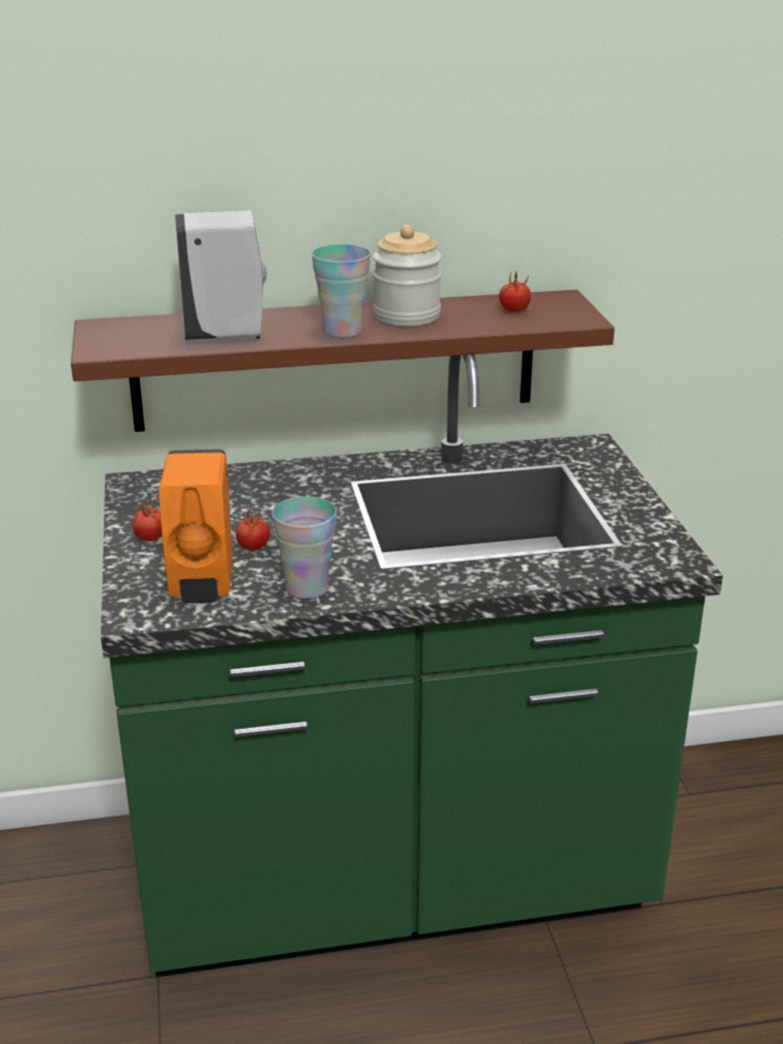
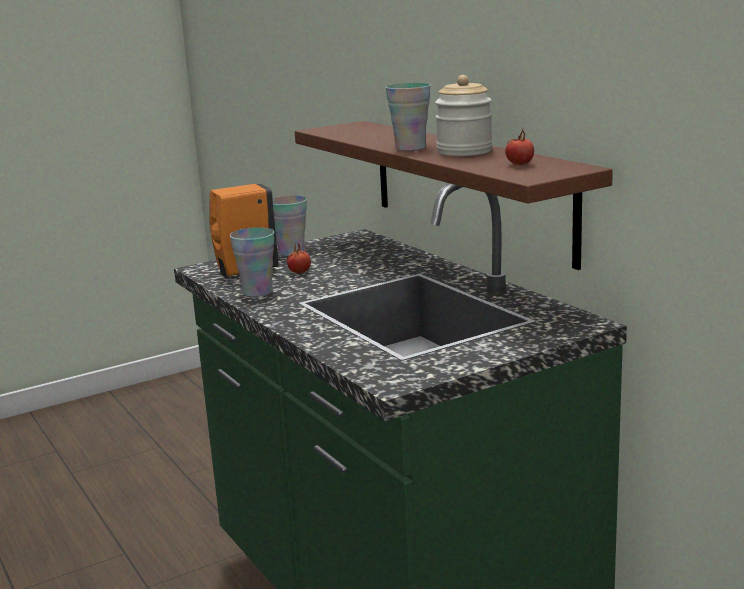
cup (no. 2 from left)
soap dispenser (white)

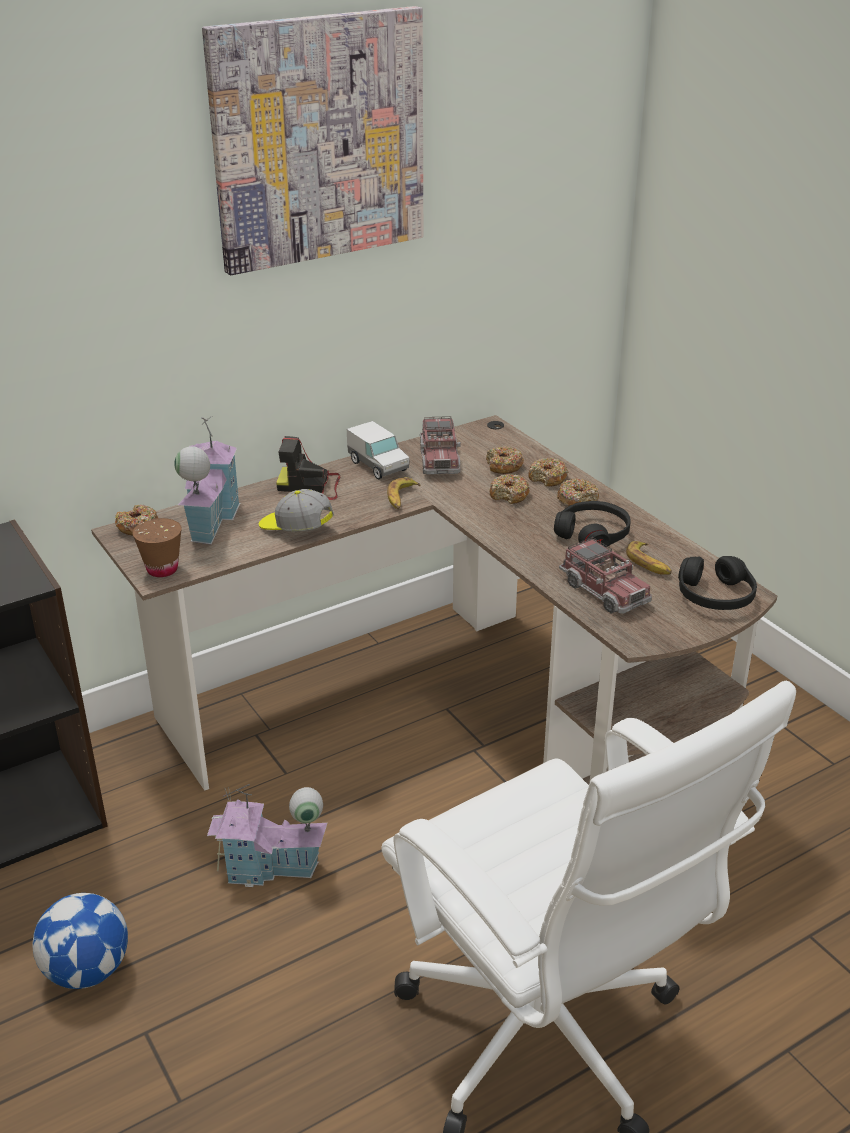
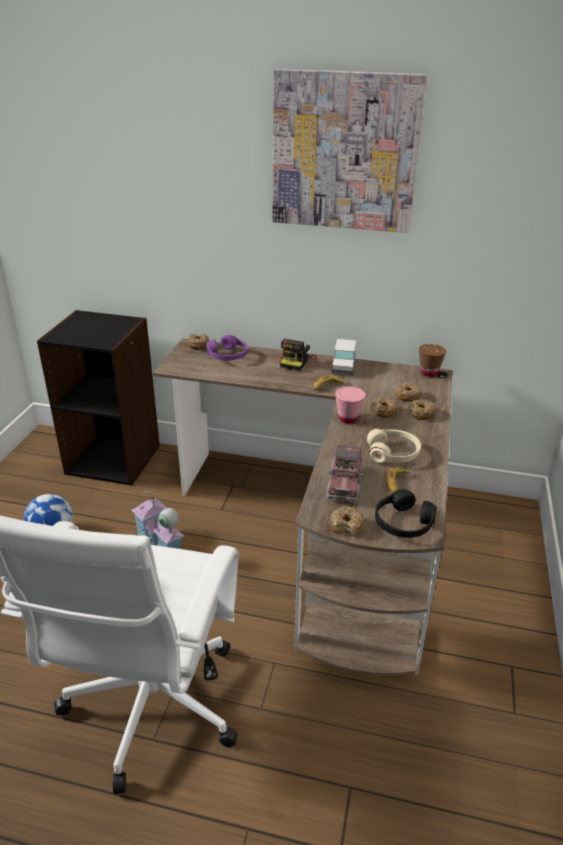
cup (brown)
headphones (purple)
cap
photo camera
toy truck (no. 2 from left in the first image)
headphones (beige)
donut (no. 2 from left)
cup (pink)

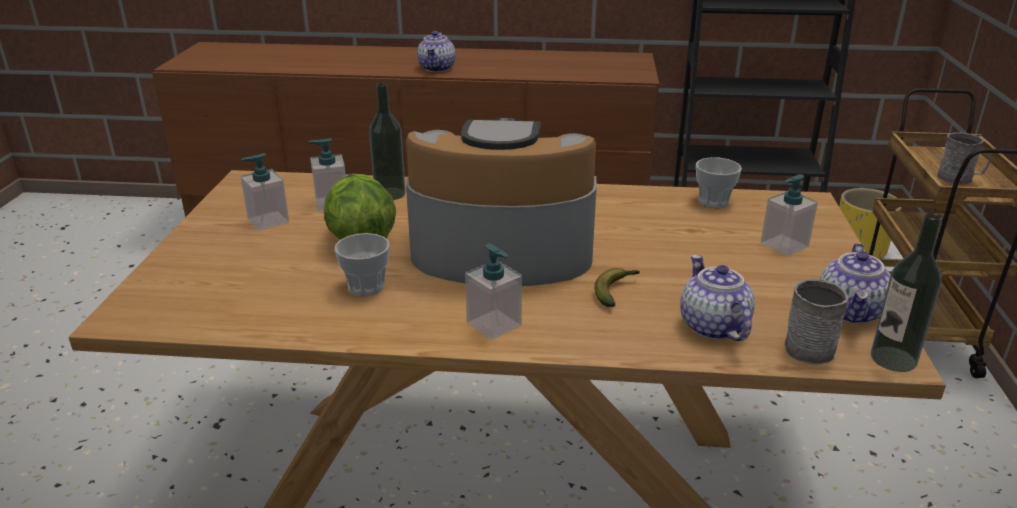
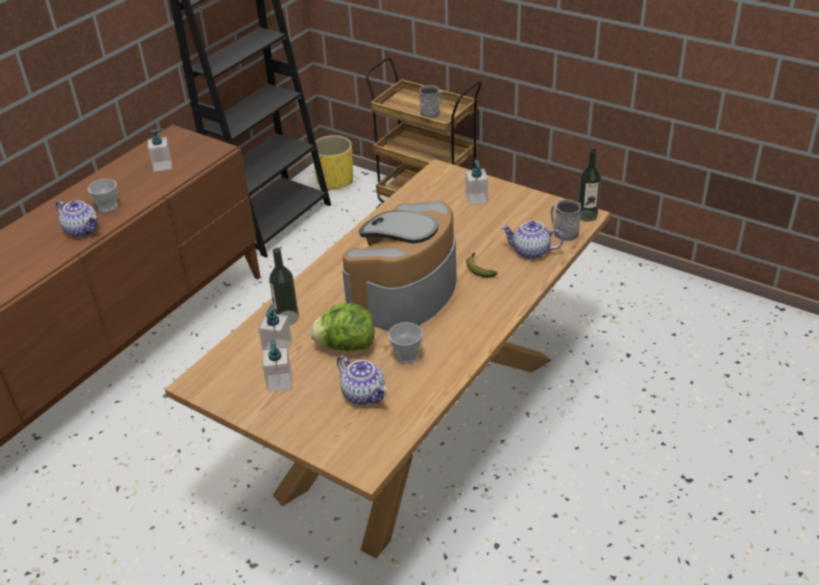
soap dispenser (no. 1 from left)
cup (no. 1 from left)
teapot (no. 2 from left)

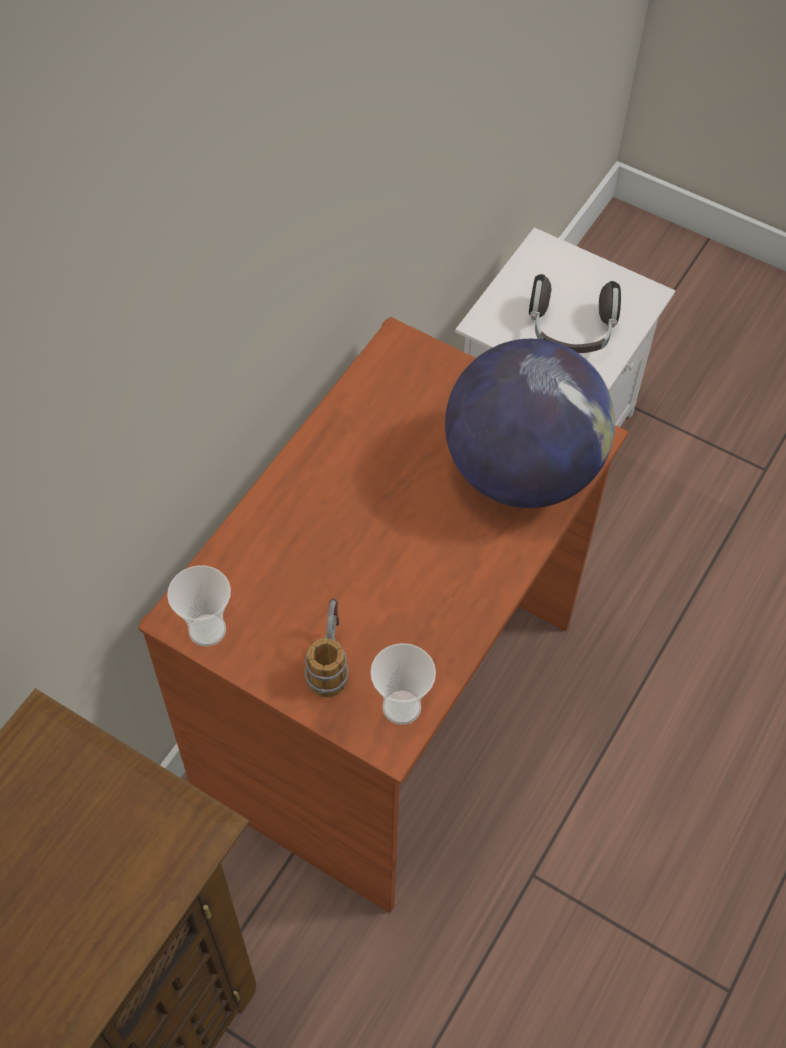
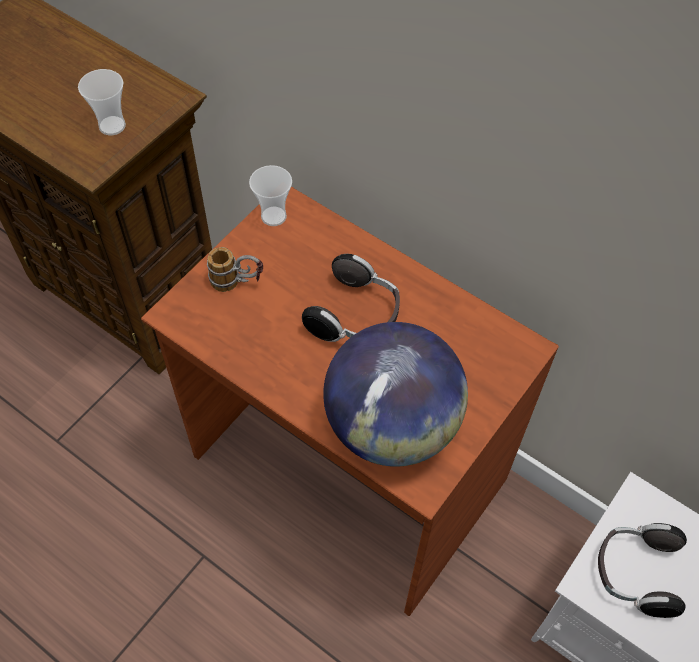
cup (no. 1 from left)
headphones (no. 1 from left)

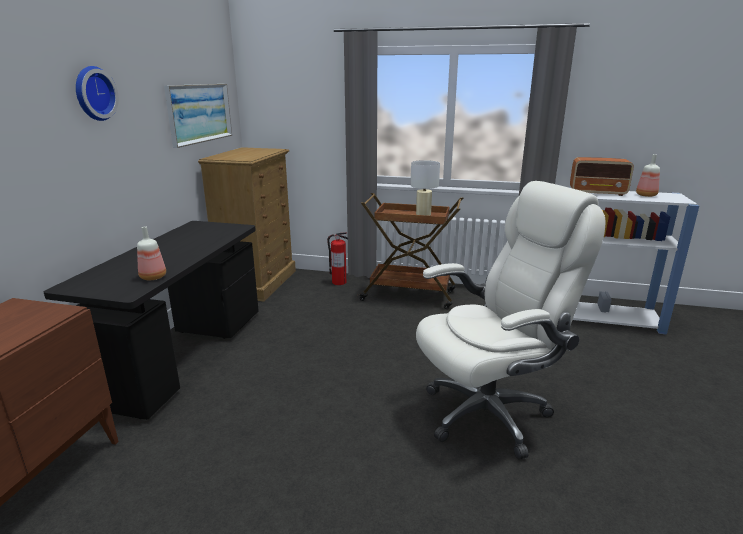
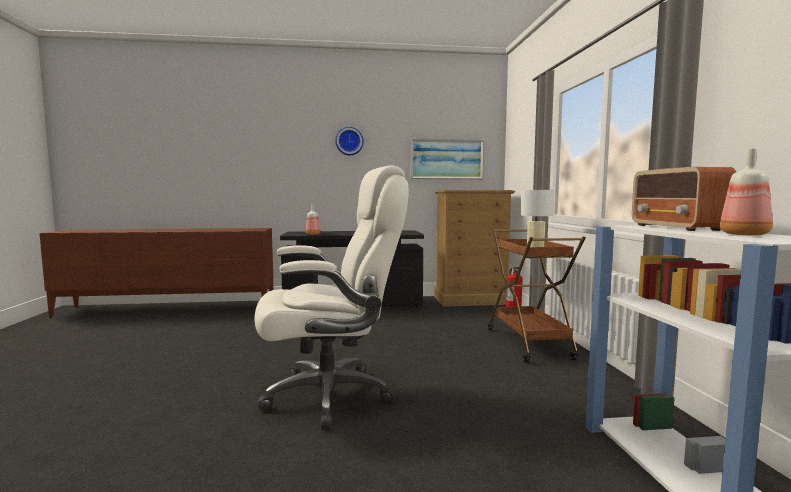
office chair (white)

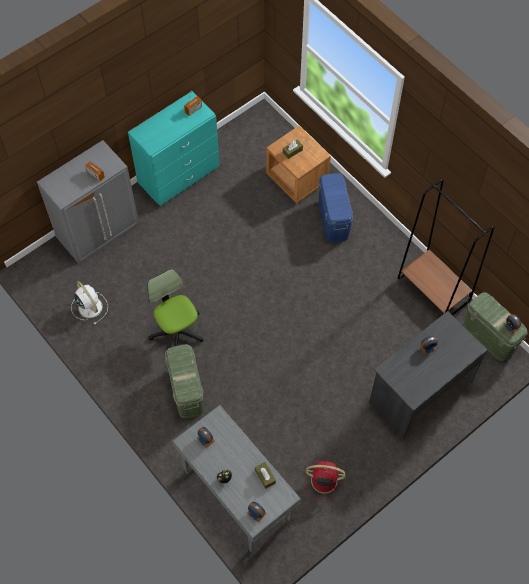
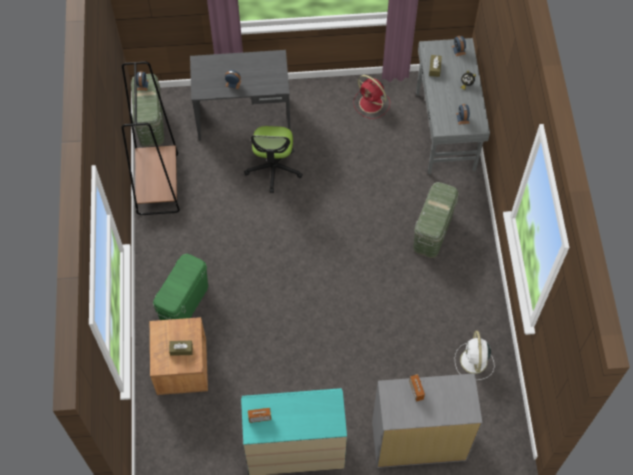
office chair
storage box (green) (no. 2 from left)

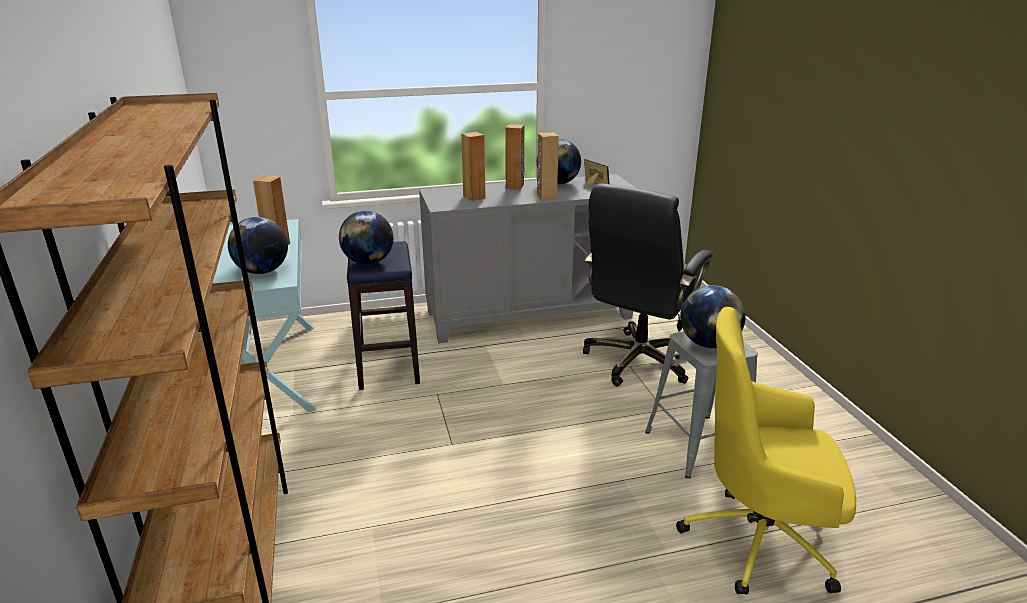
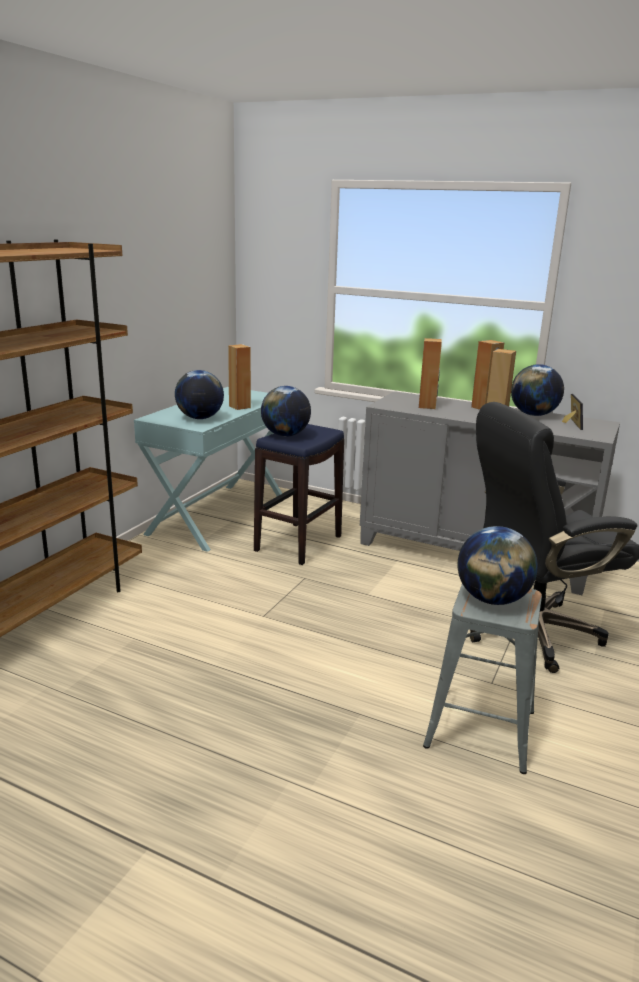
office chair (yellow)

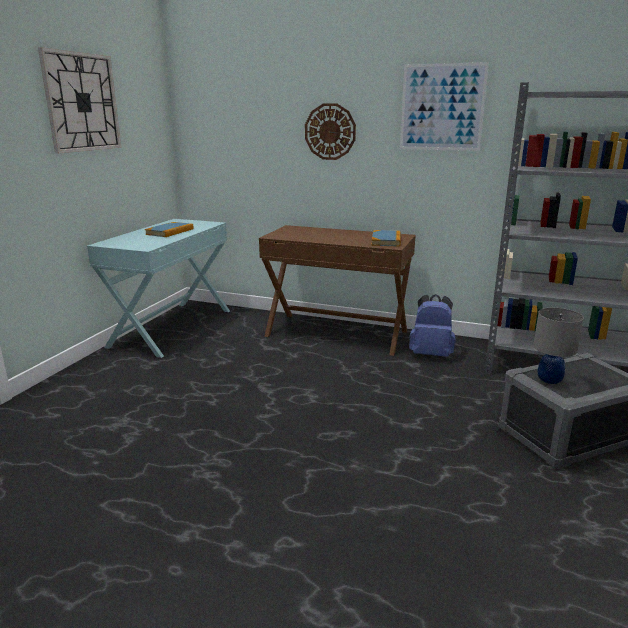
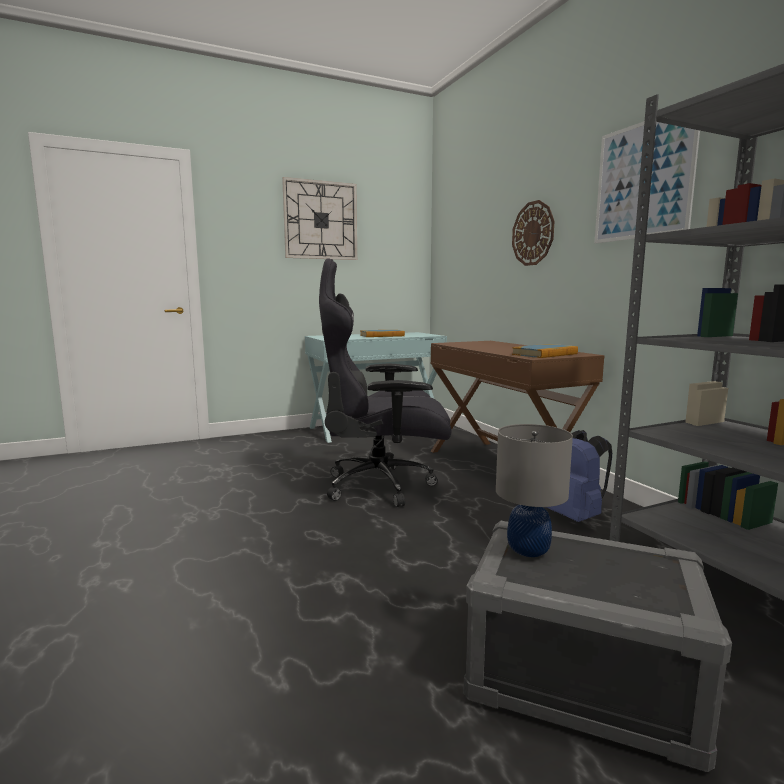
office chair (black)

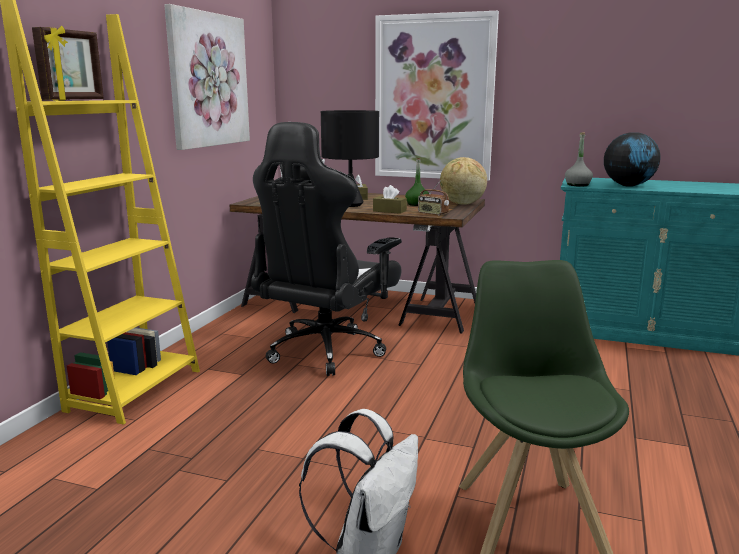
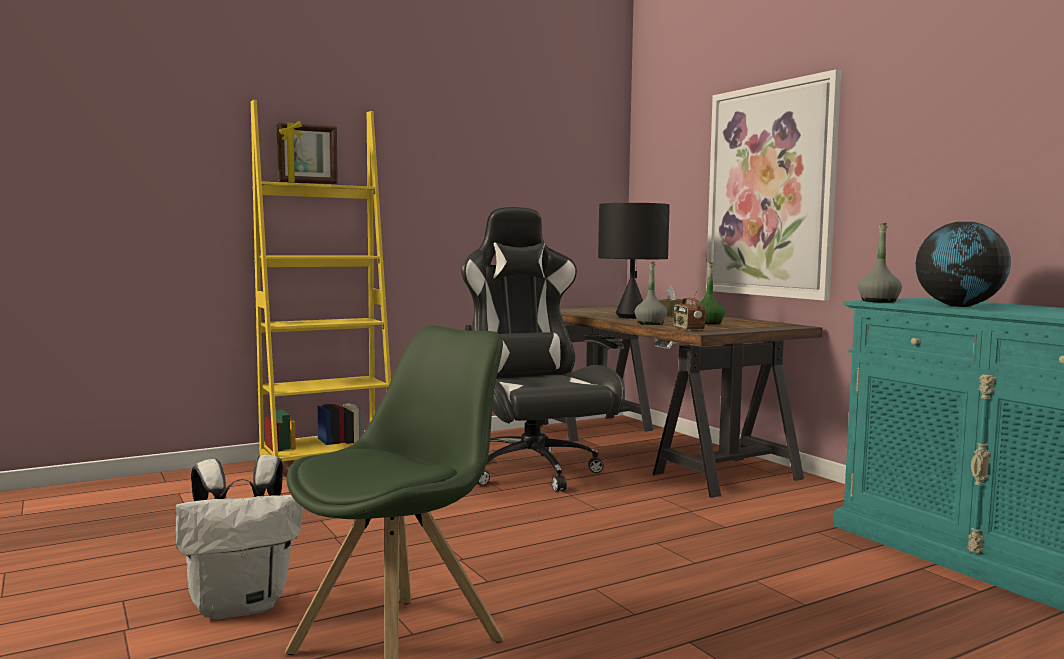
picture (no. 1 from left in the first image)
office chair (black)
bottle (grey) (no. 1 from left)
globe (no. 1 from left in the first image)

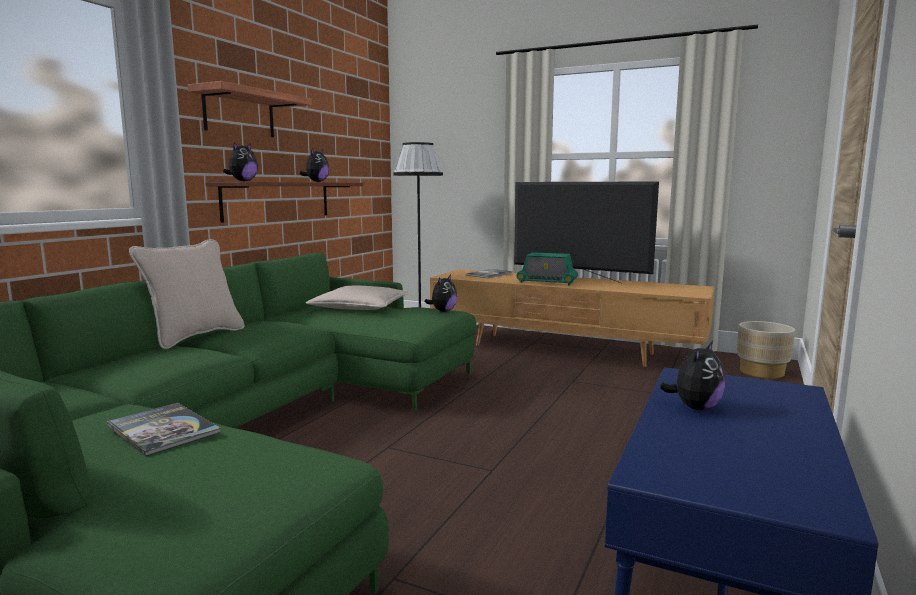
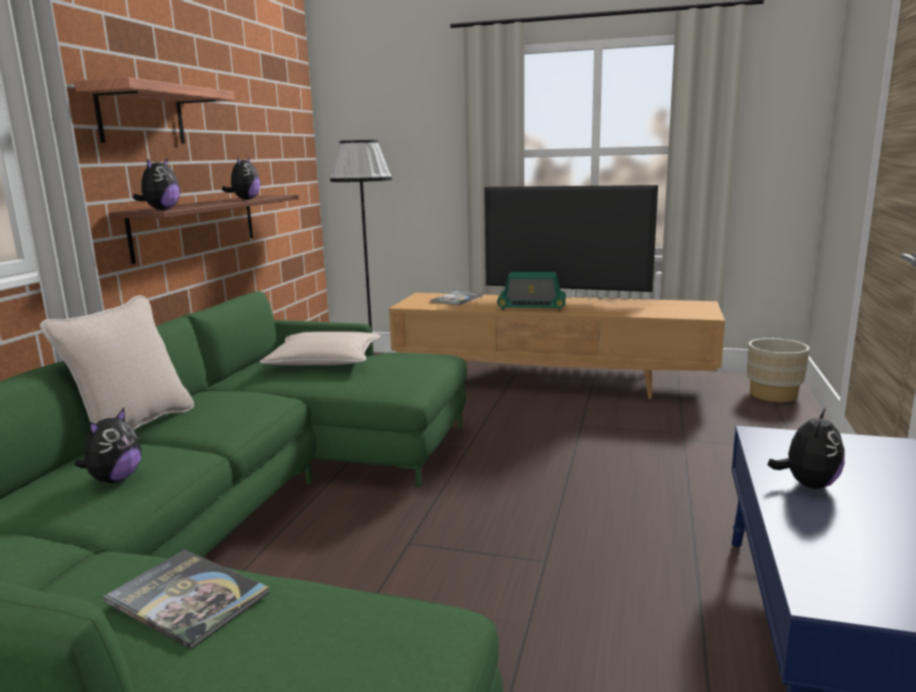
plush toy (no. 1 from left)

